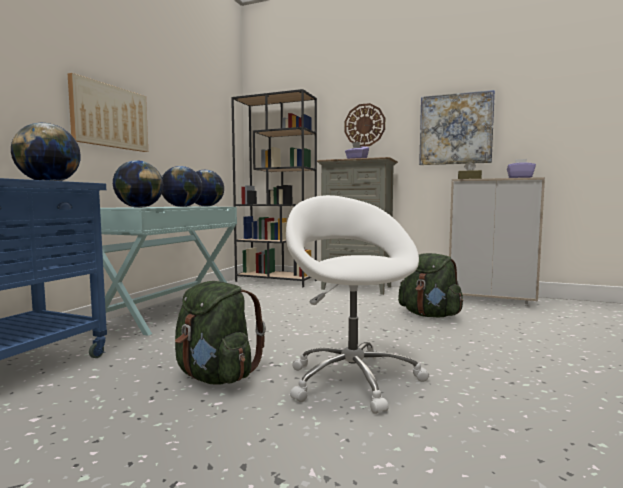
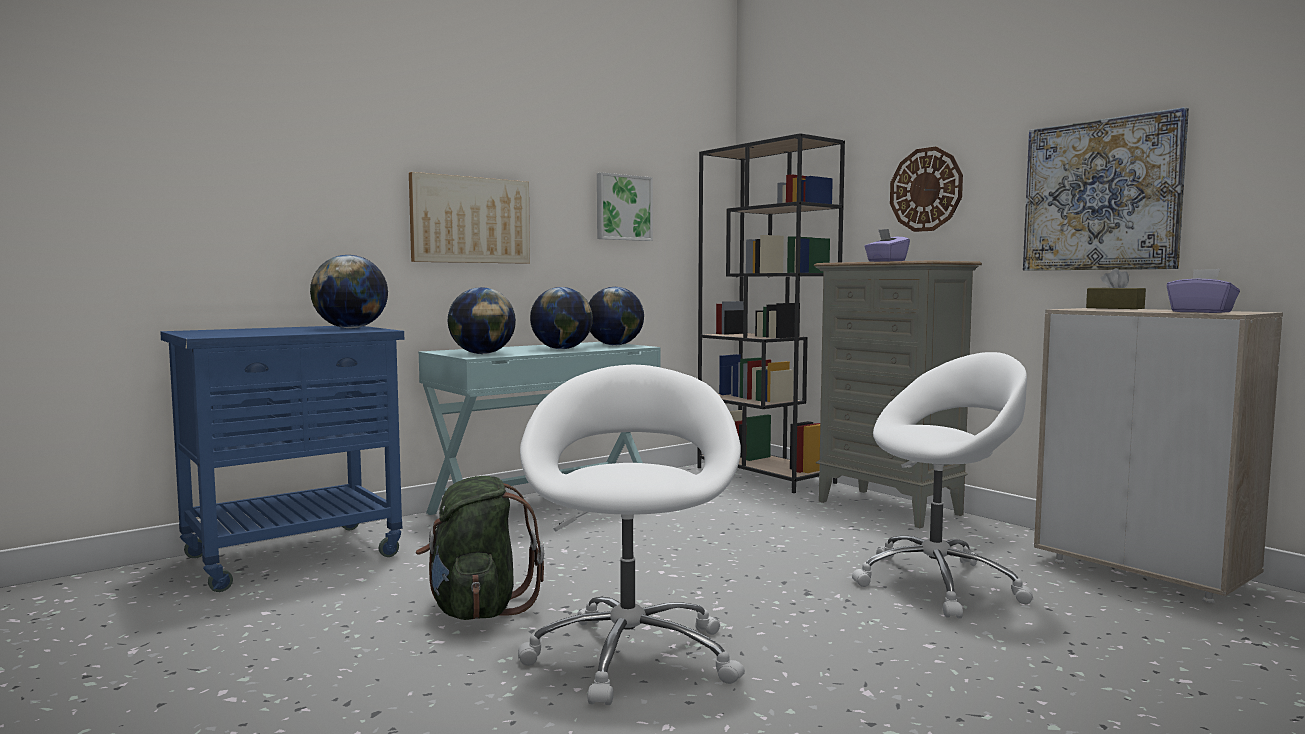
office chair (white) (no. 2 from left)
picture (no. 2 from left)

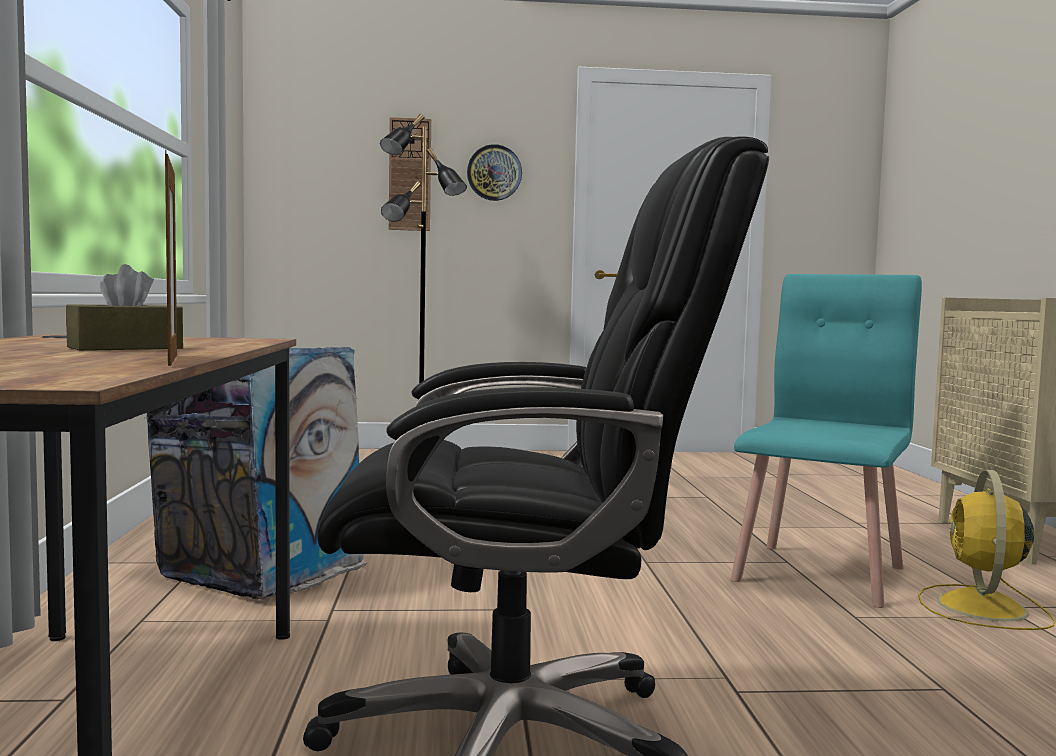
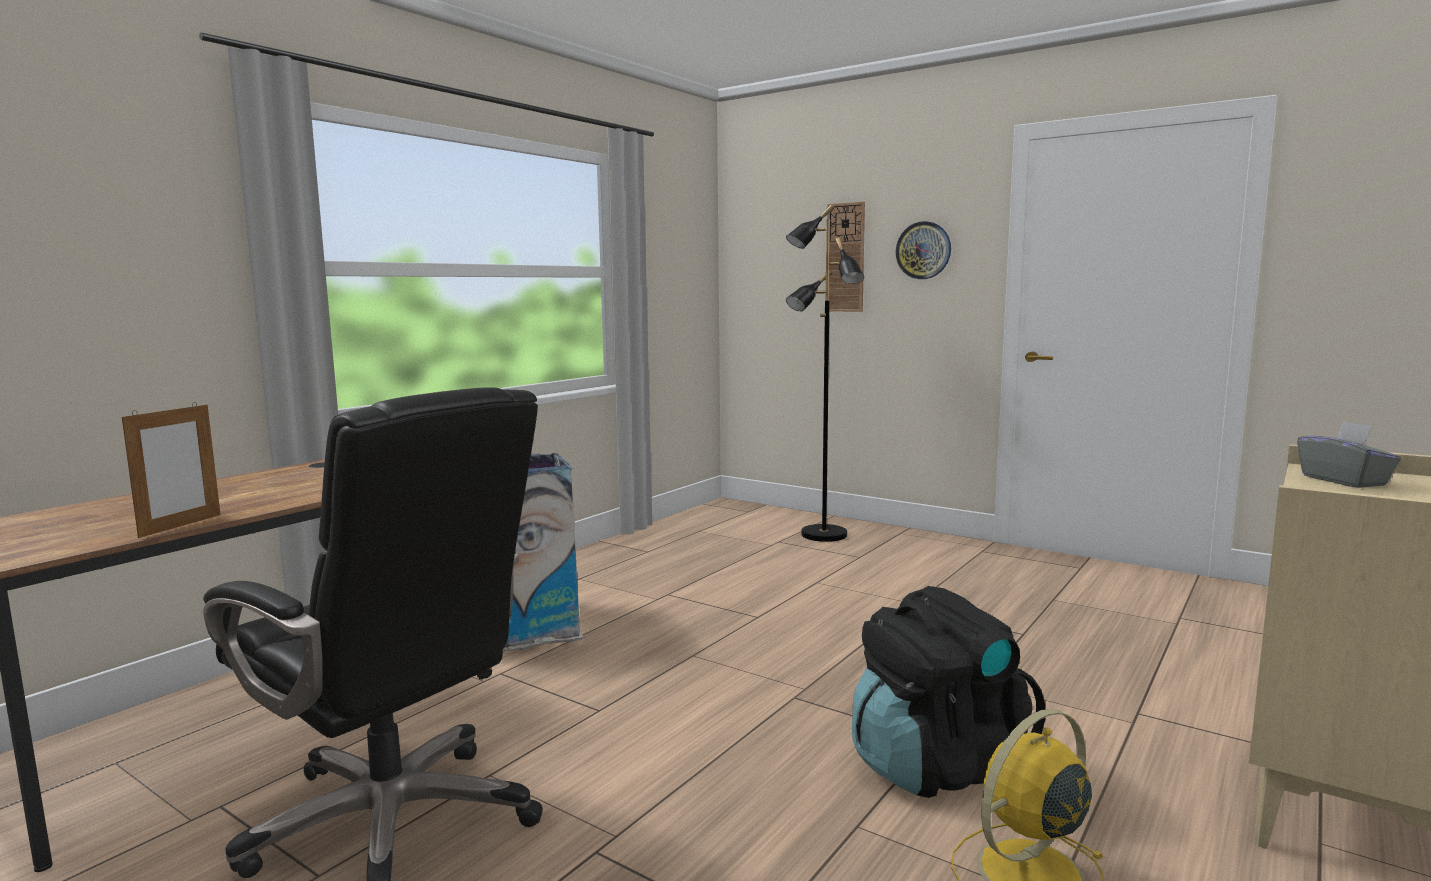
tissue box (brown)
backpack (black)
tissue box (grey)

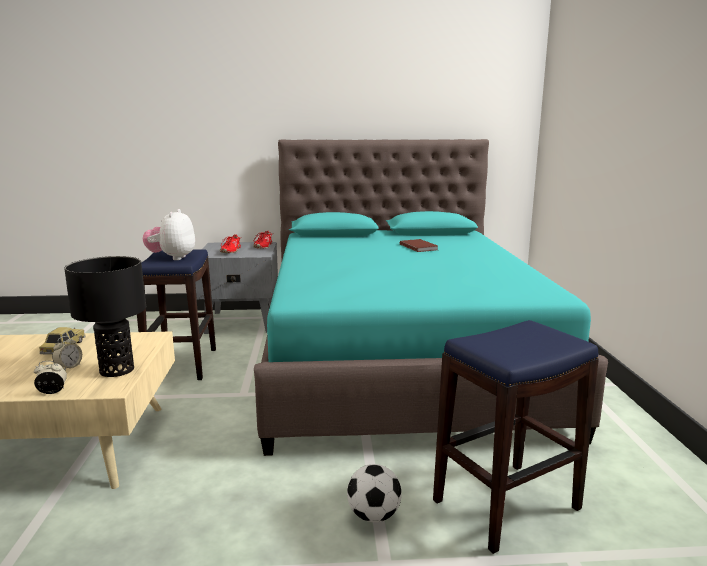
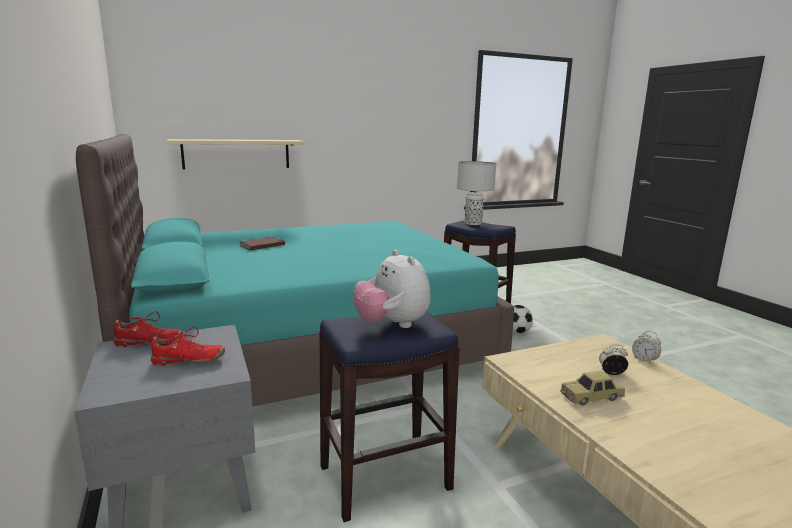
table lamp (black)
plush toy
shelf (beige)
table lamp (white)

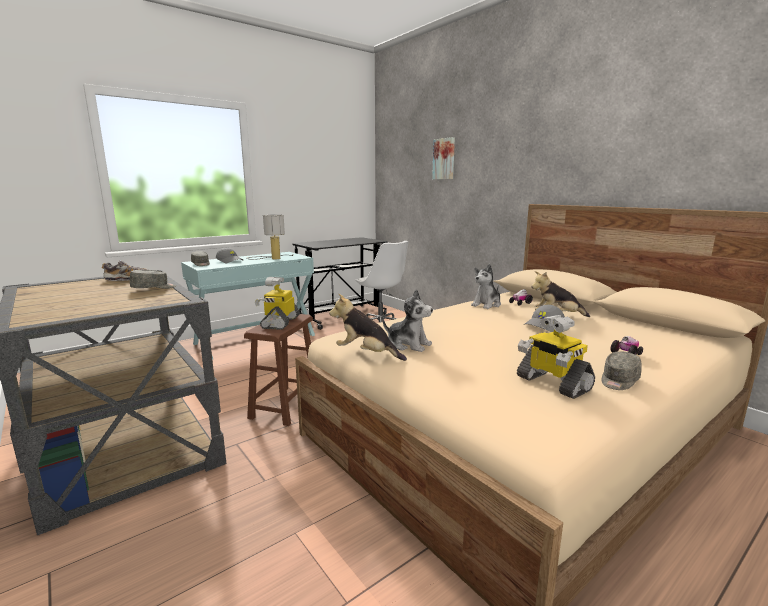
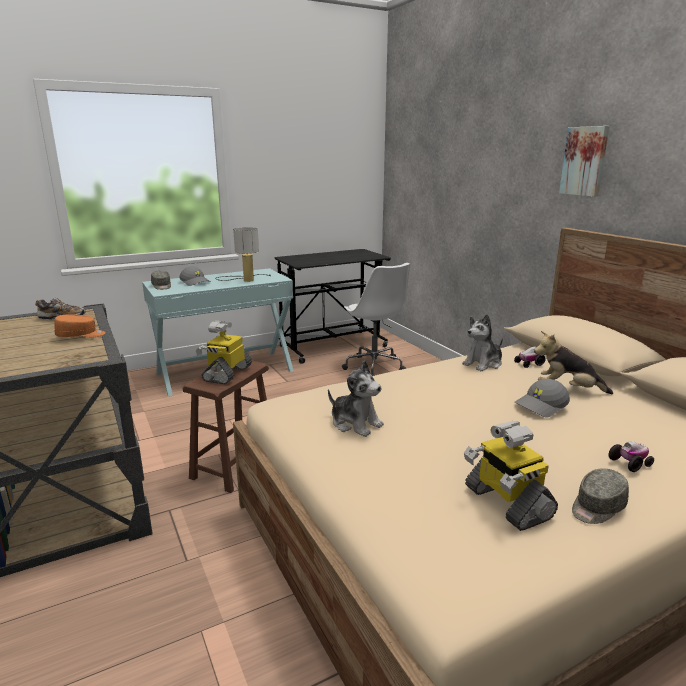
cap (orange)
plush toy (no. 1 from left in the first image)
picture

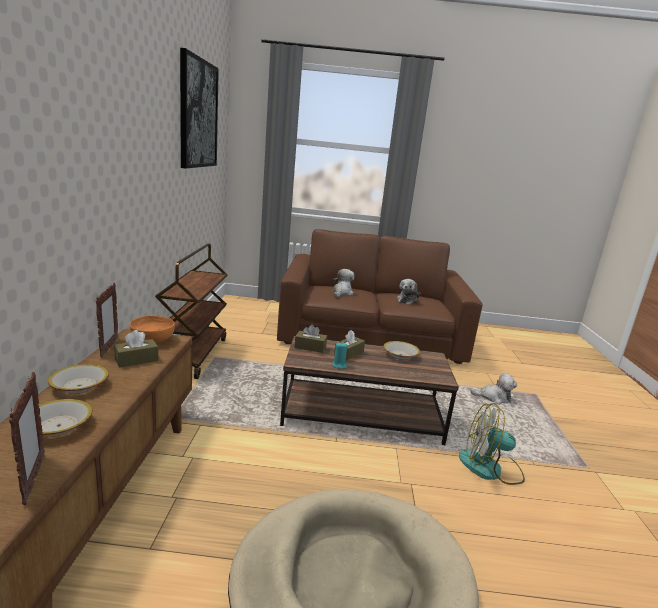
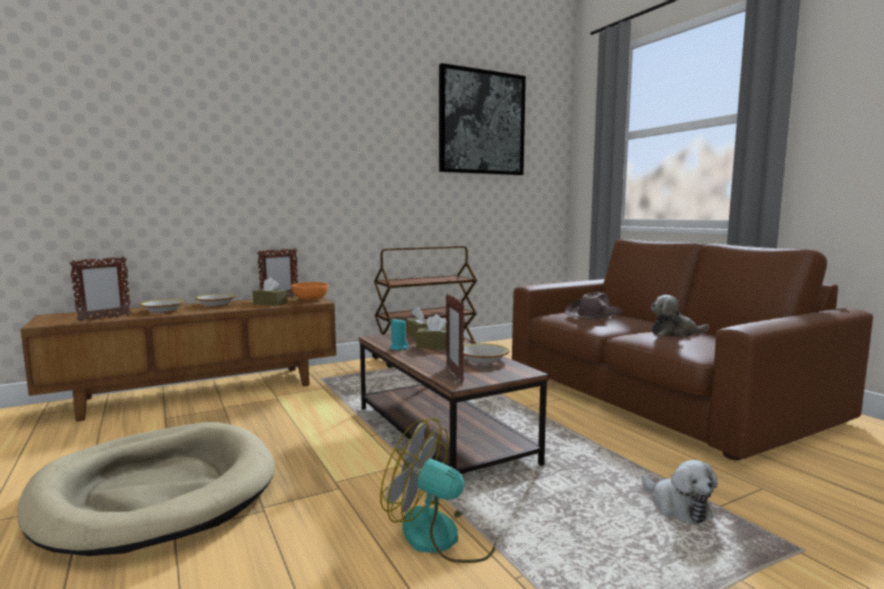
hat (brown)
fan
picture frame (no. 3 from left)

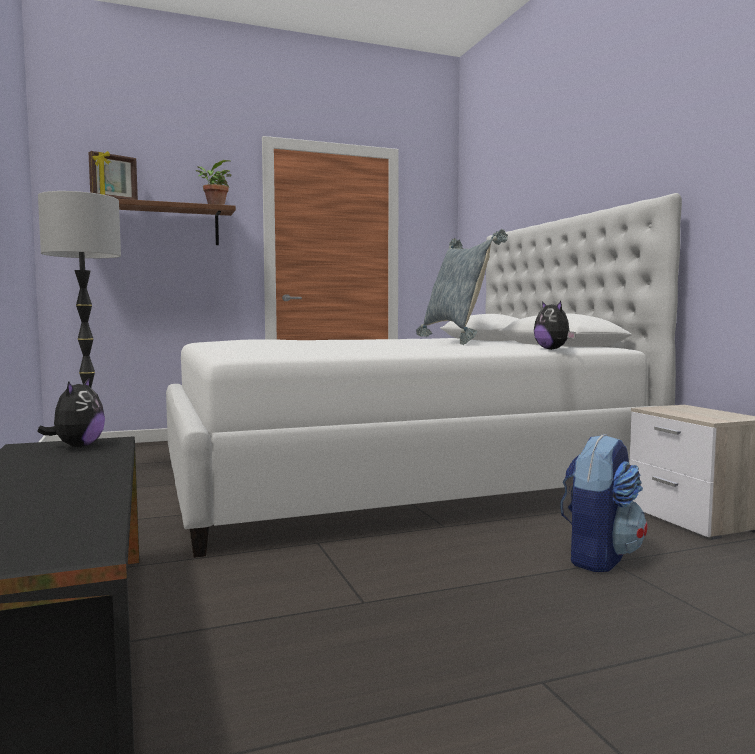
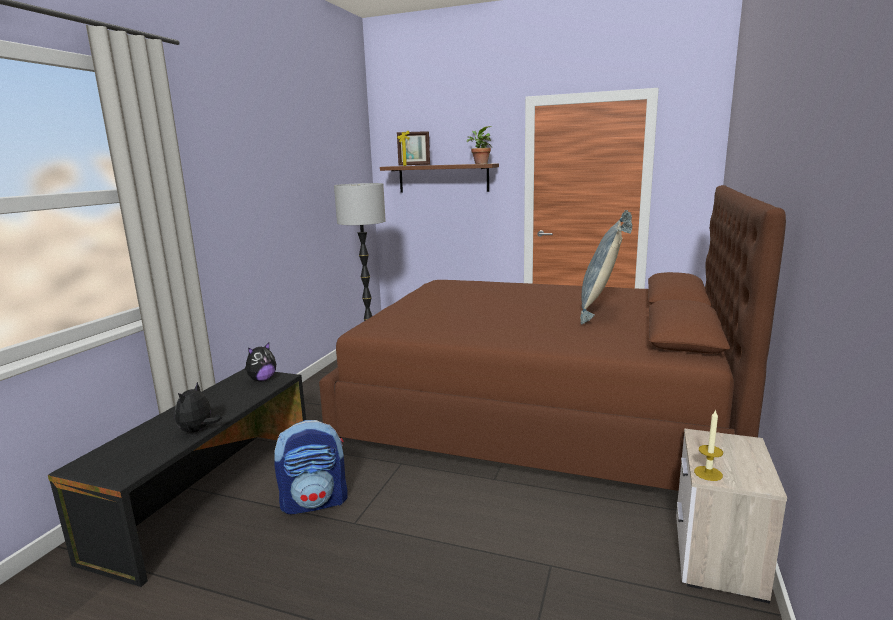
bed (brown)
plush toy (no. 1 from left)
backpack
candle

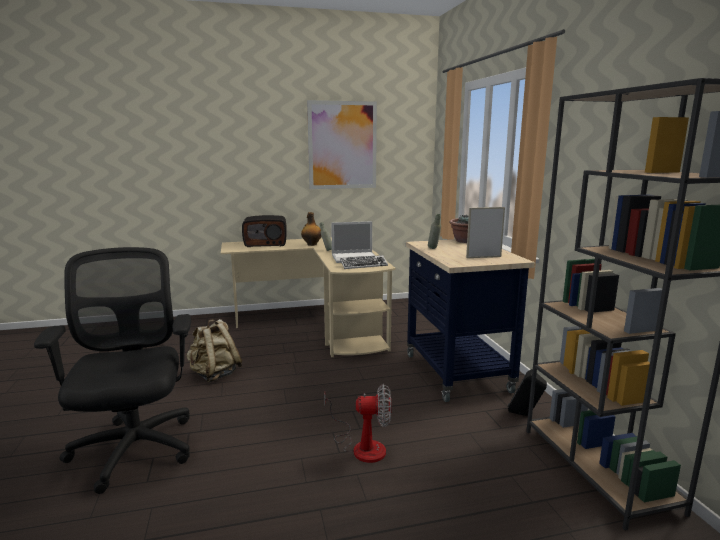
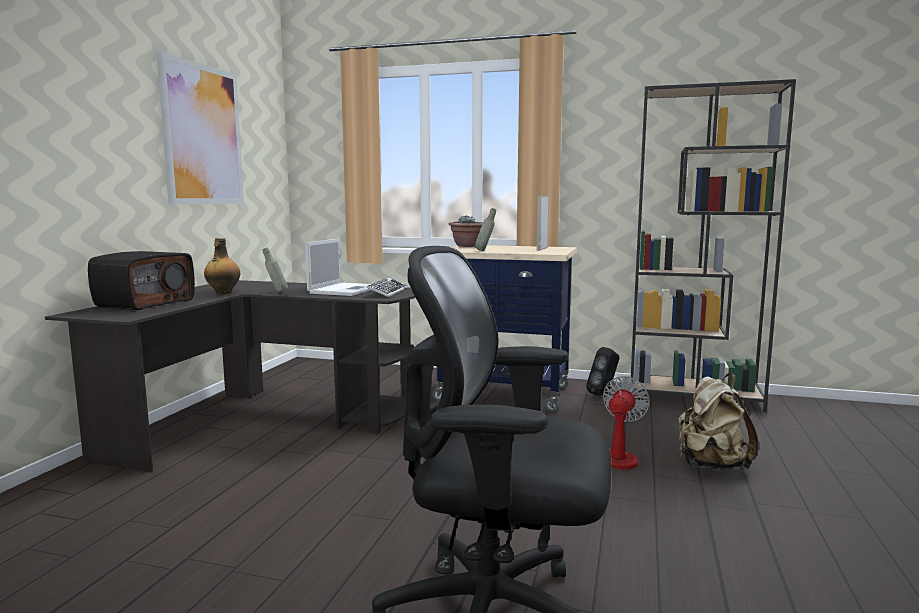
backpack (beige)
desk (black)

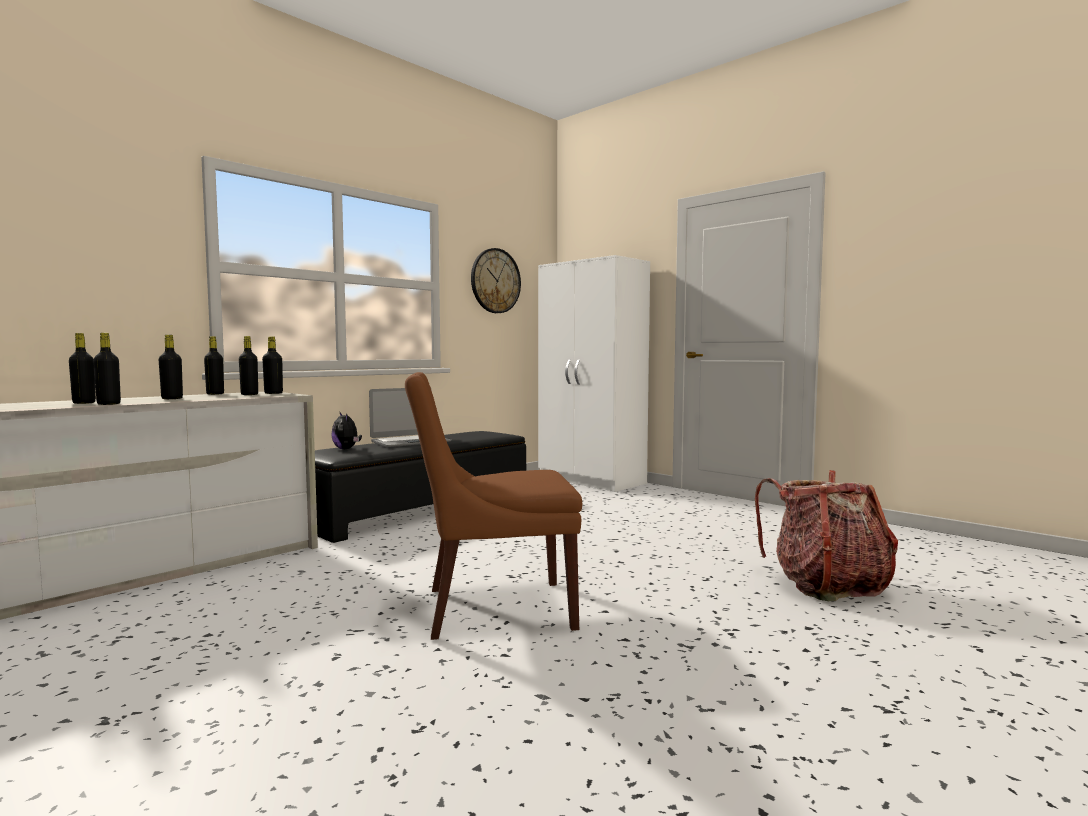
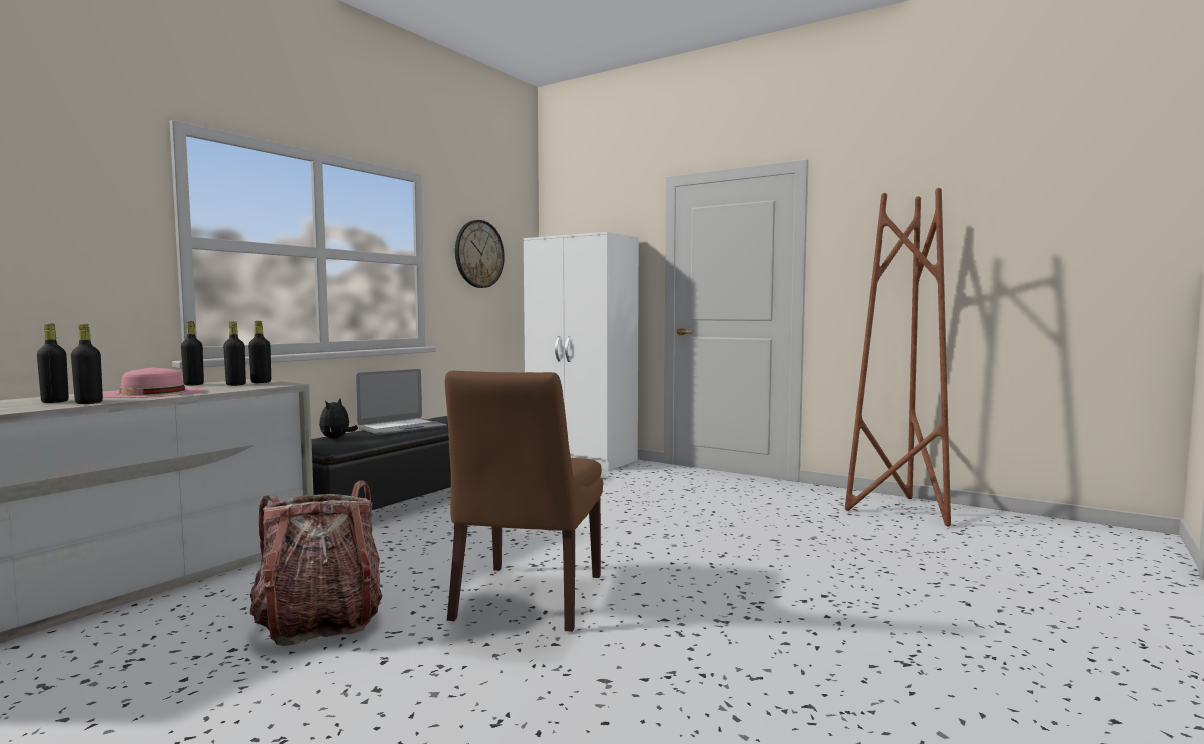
hat (pink)
plush toy
chair (brown)
backpack
clothes rack (brown)

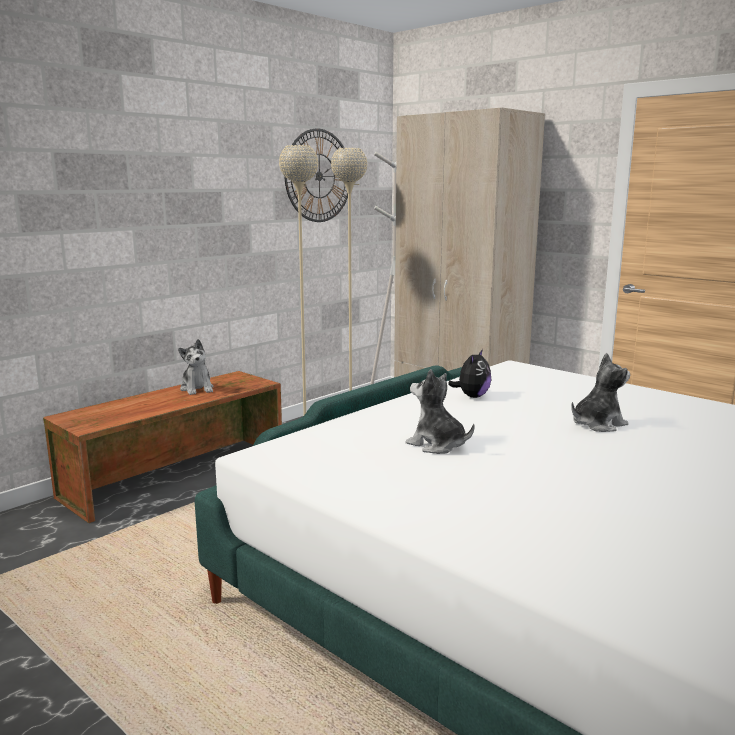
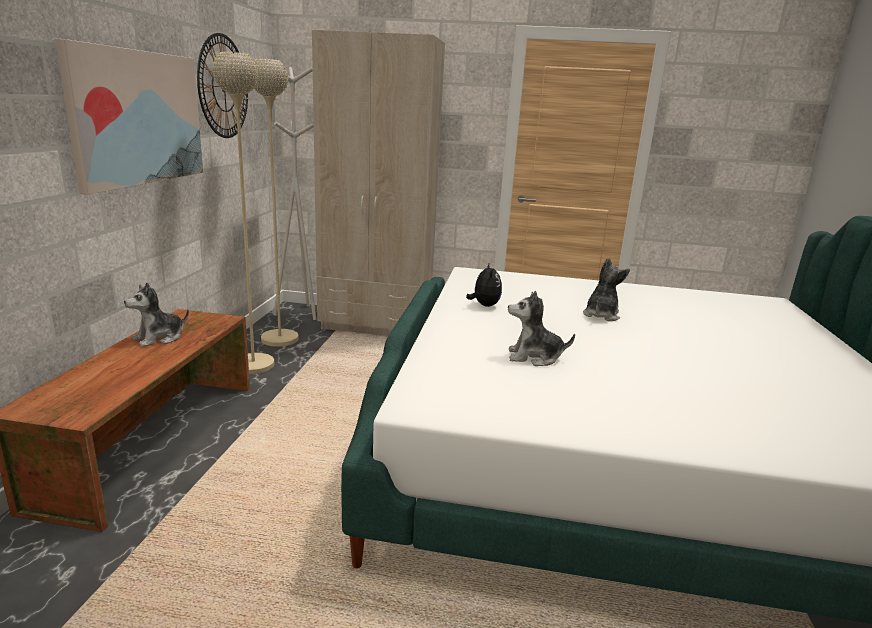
plush toy (no. 1 from left)
picture

